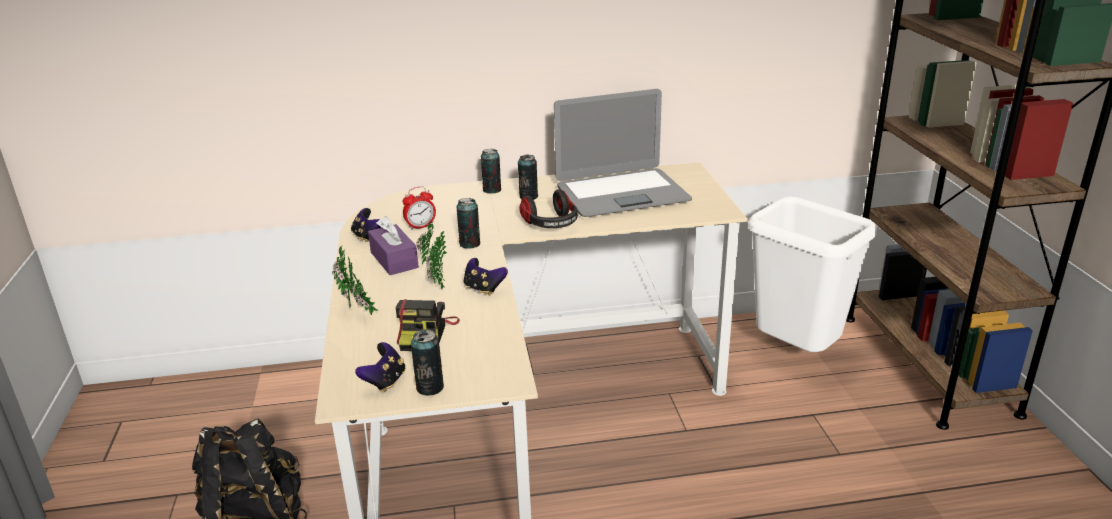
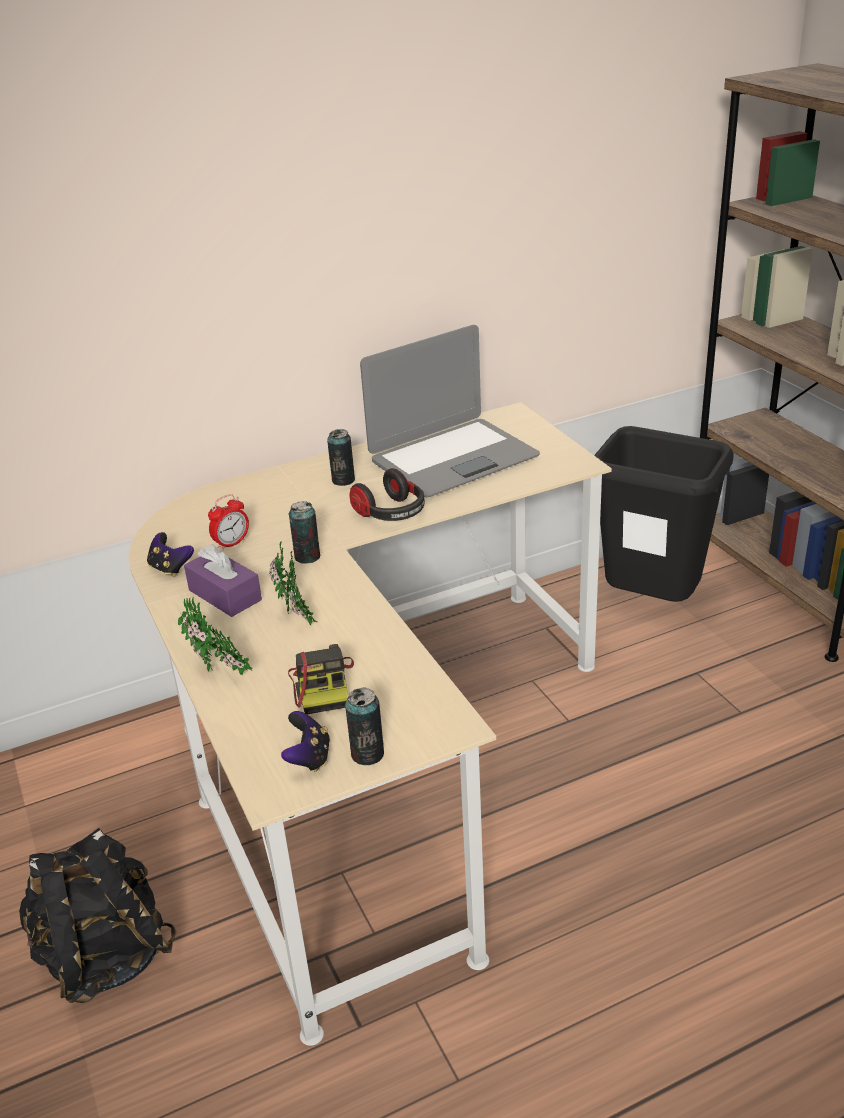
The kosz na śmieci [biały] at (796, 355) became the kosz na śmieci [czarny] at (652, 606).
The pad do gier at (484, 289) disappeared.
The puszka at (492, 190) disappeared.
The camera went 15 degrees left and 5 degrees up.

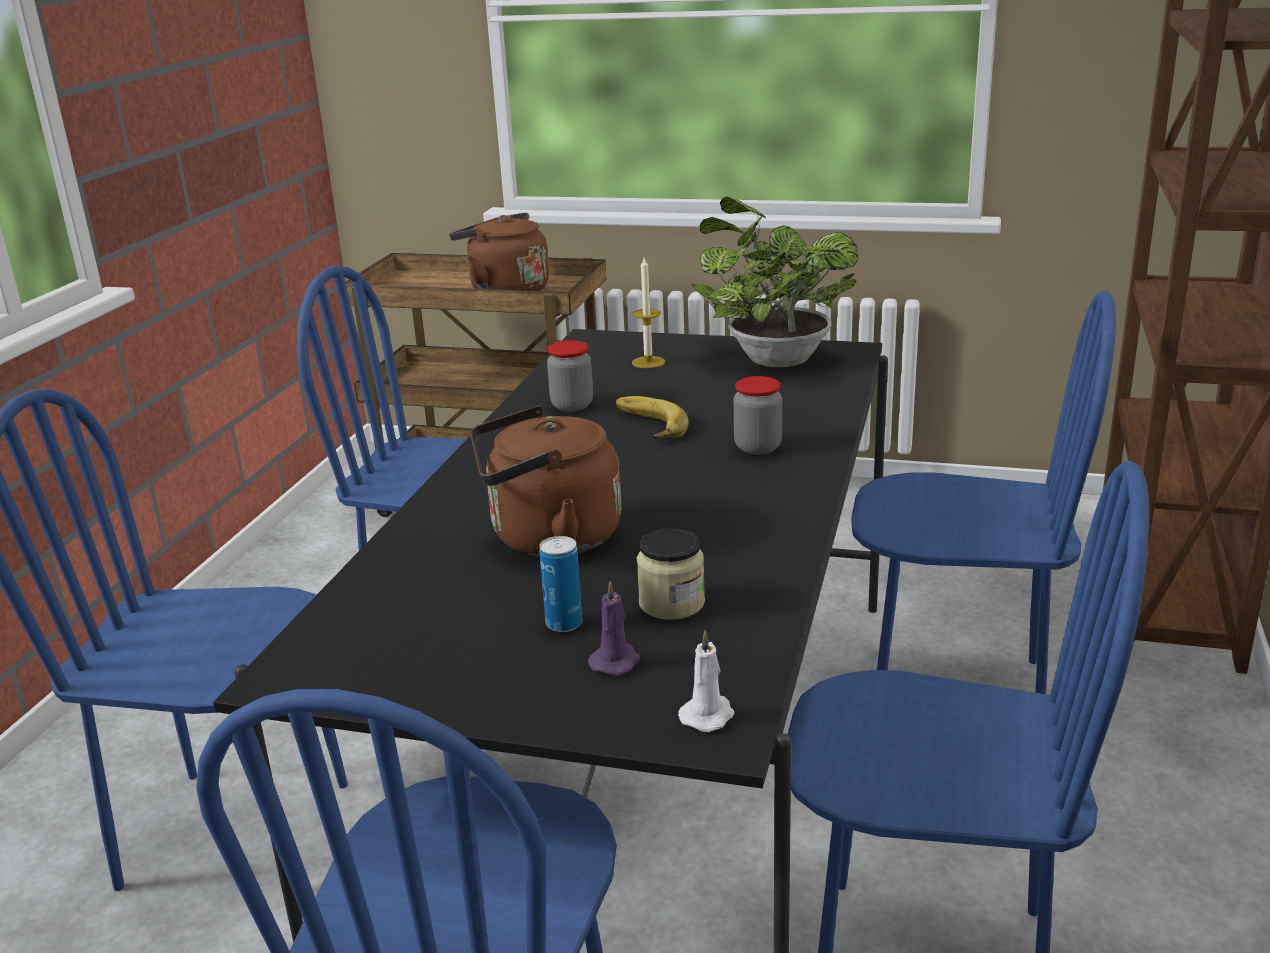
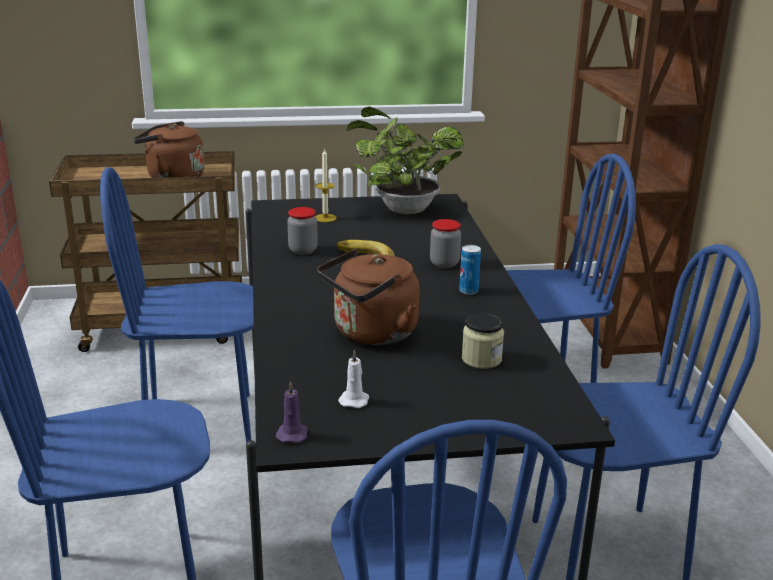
The świeca [fioletowy] moved from (616, 661) to (292, 434).
The świeca [biały] moved from (708, 715) to (354, 400).
The puszka moved from (564, 624) to (468, 291).
The camera went 25 degrees left and 0 degrees up.

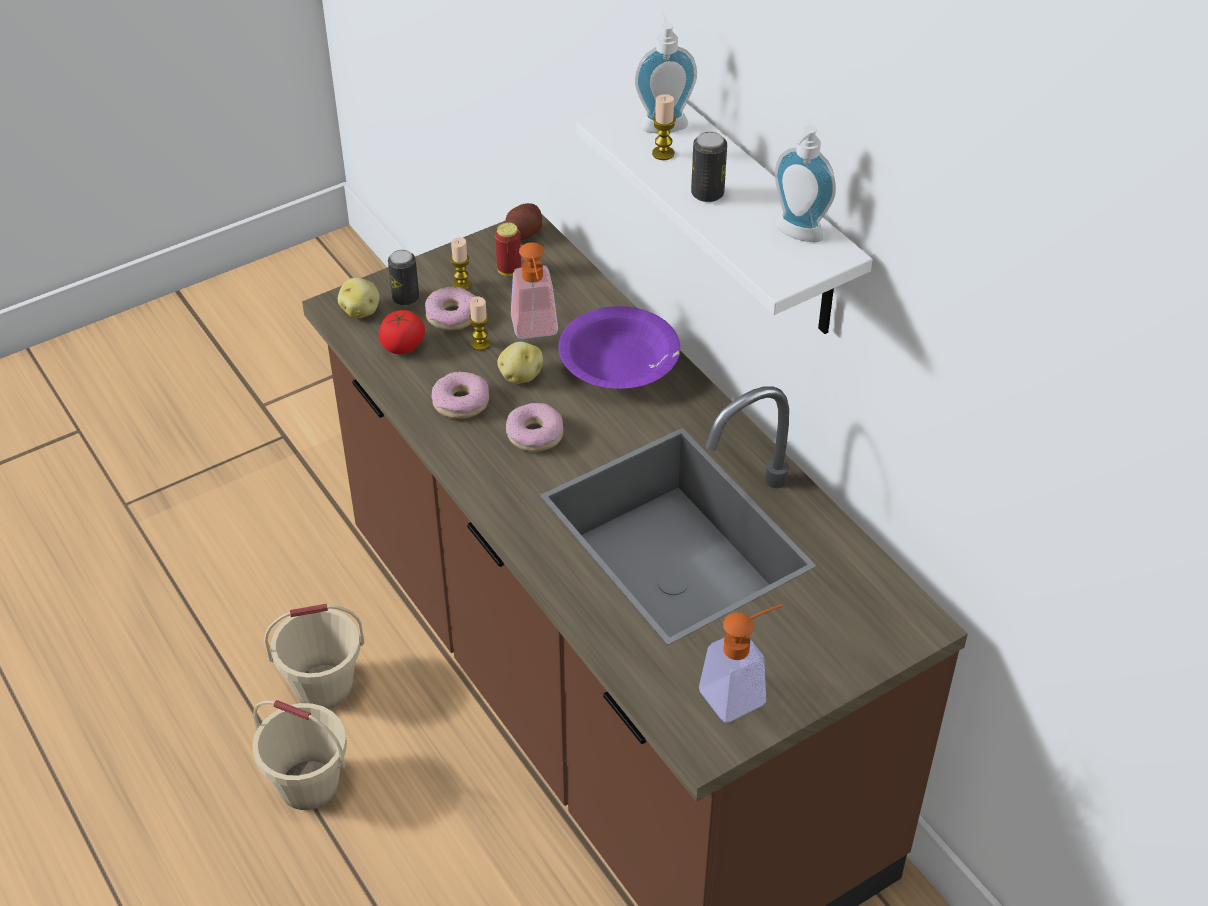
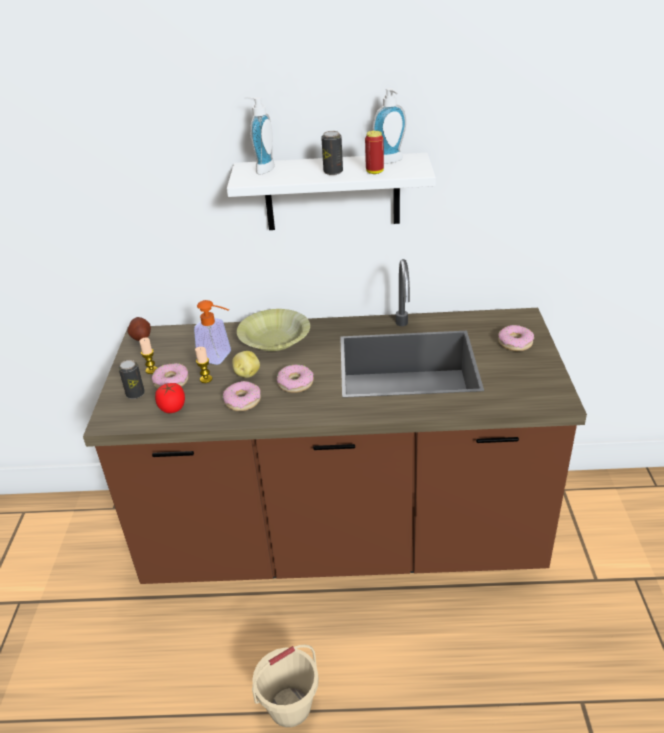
The miska [fioletowy] at (619, 364) became the miska [żółty] at (275, 339).
The puszka moved from (509, 270) to (374, 172).
The donut at (515, 343) appeared.
The wiadro [beżowy] at (324, 686) disappeared.
The ziemniak at (361, 311) disappeared.
The świeca at (663, 153) disappeared.
The dozownik mydła at (742, 693) disappeared.
The camera went 55 degrees left and 10 degrees down.

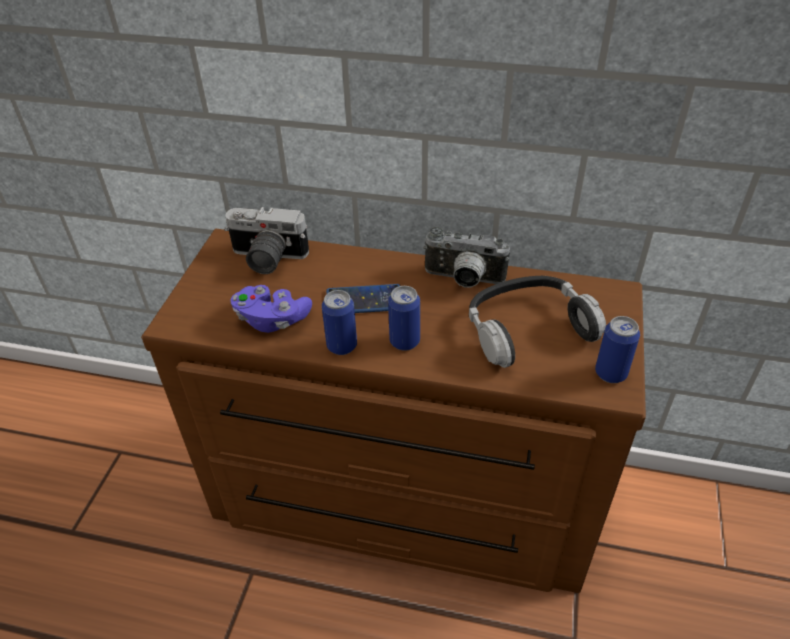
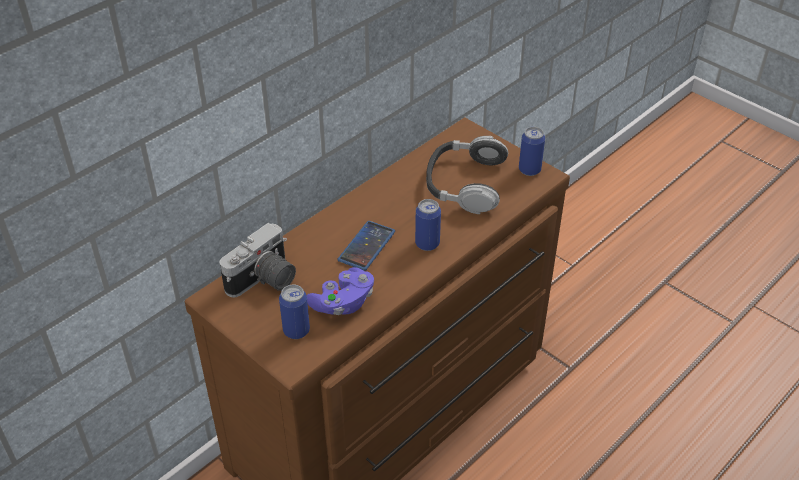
The puszka moved from (342, 346) to (296, 330).
The aparat fotograficzny at (463, 280) disappeared.
The camera went 60 degrees left and 0 degrees up.

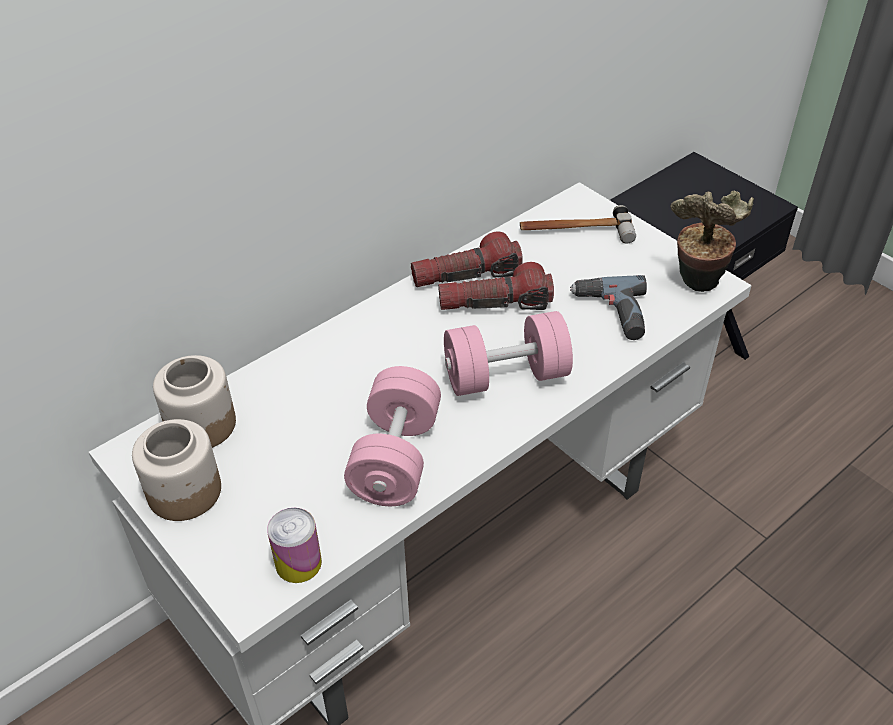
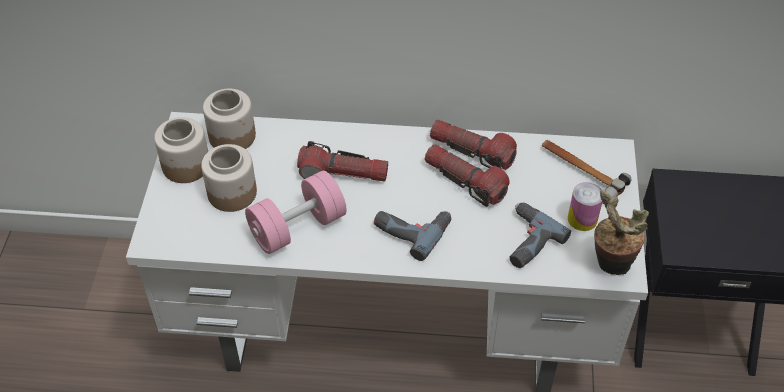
The słoik at (233, 193) appeared.
The latarka at (343, 174) appeared.
The hantel [różowy] at (506, 376) was replaced by the wiertarka at (412, 229).
The puszka moved from (298, 563) to (582, 219).
The camera went 45 degrees right and 5 degrees up.

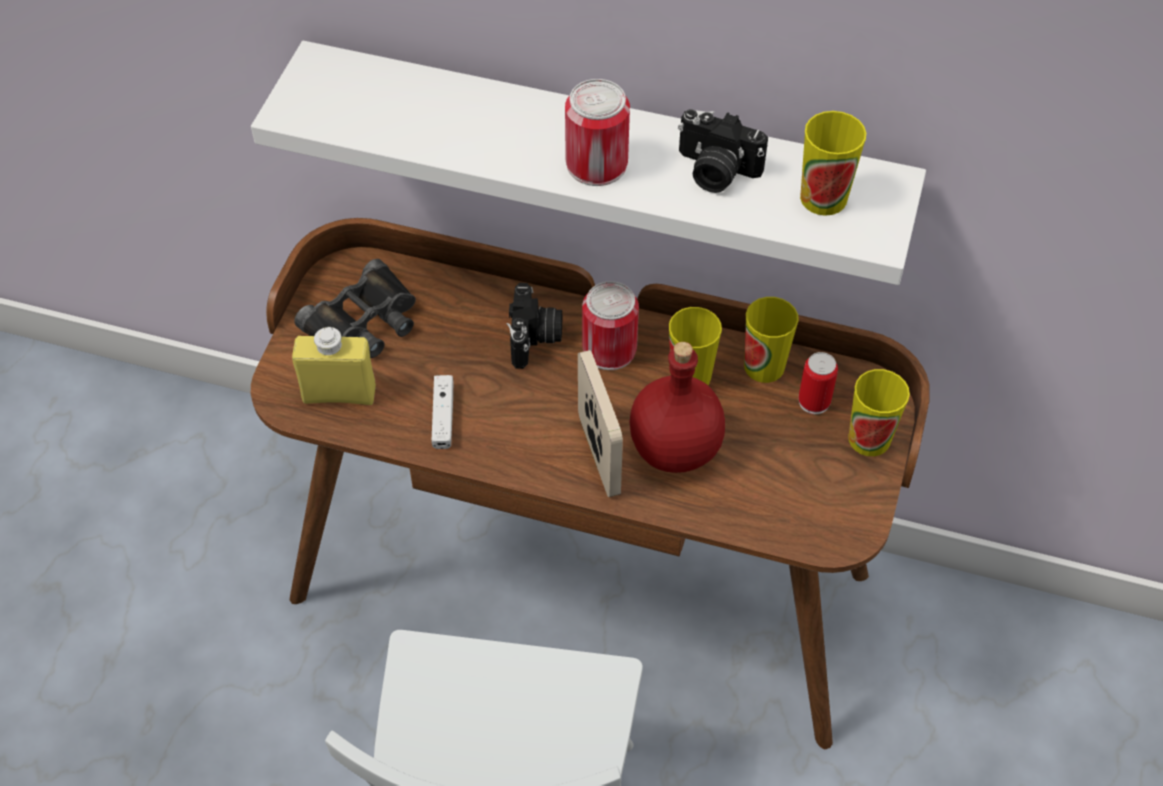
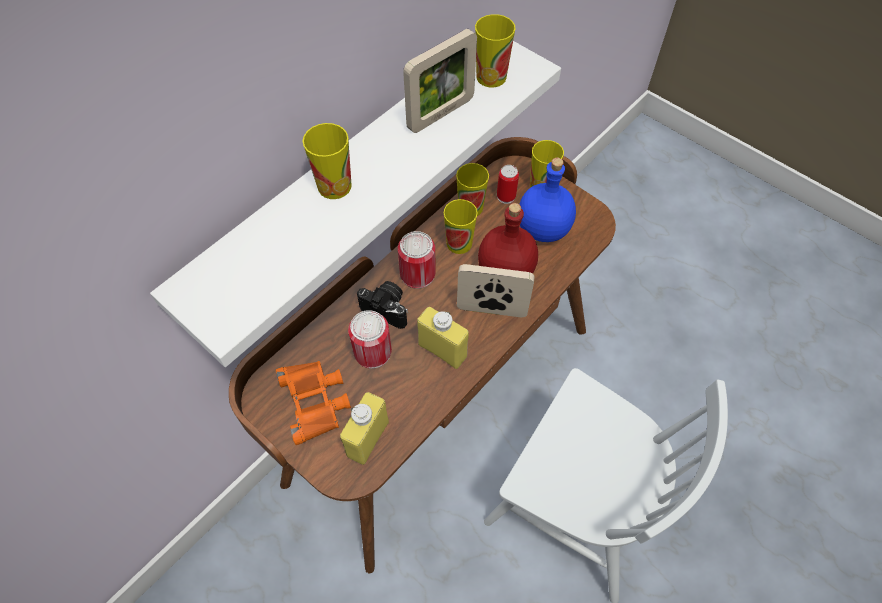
The lornetka [czarny] at (364, 321) became the lornetka [pomarańczowy] at (315, 401).
The filiżanka at (334, 186) appeared.
The puszka moved from (596, 164) to (372, 352).
The aparat fotograficzny at (715, 171) was replaced by the ramka na zdjęcie at (440, 114).
The butelka [żółty] at (442, 350) appeared.
The butelka [niebieski] at (544, 229) appeared.
The pad do gier [biały] at (443, 417) disappeared.
The camera went 65 degrees left and 5 degrees up.

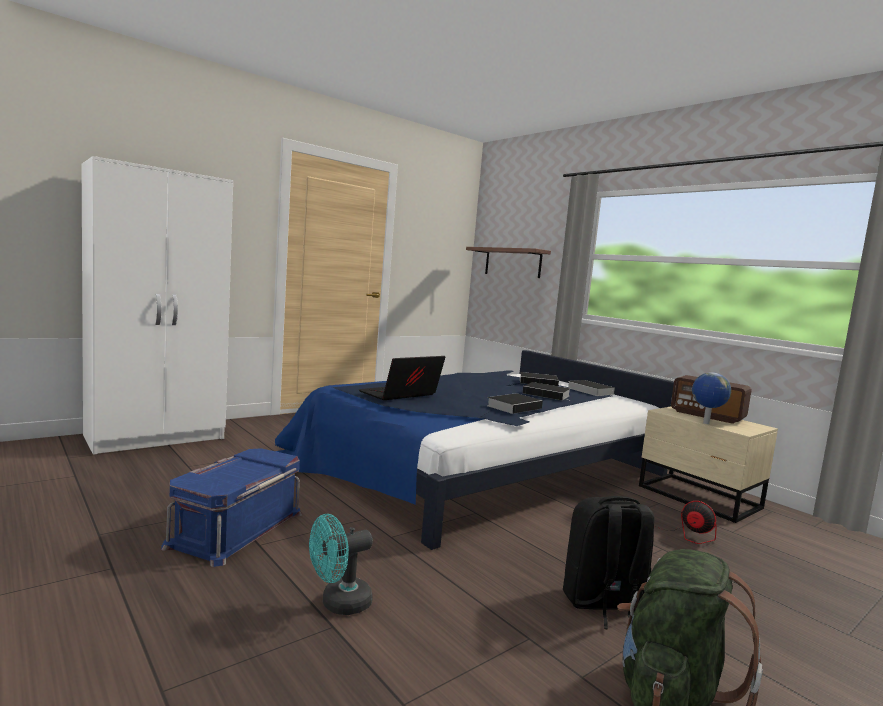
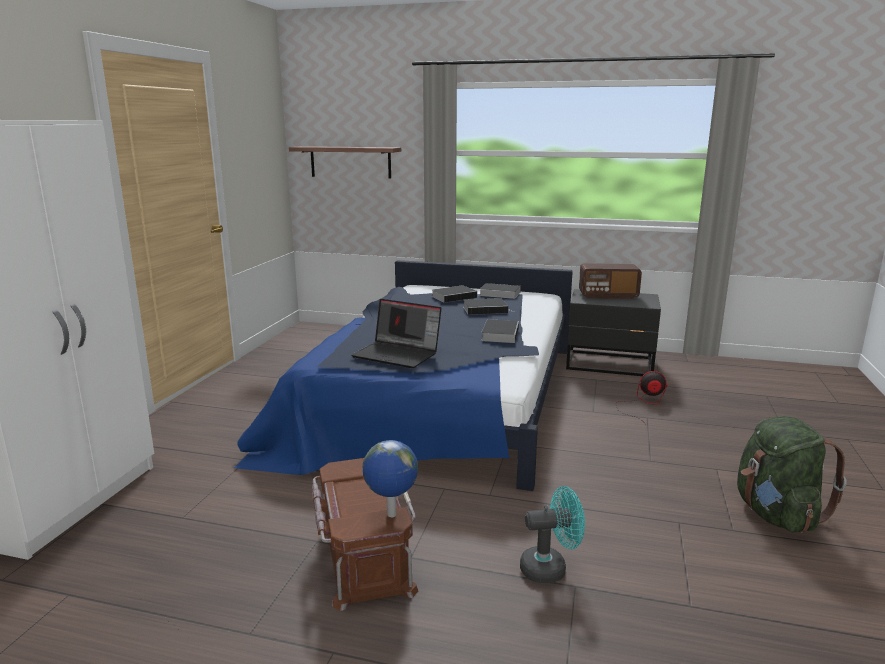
The pojemnik do przechowywania [niebieski] at (236, 528) became the pojemnik do przechowywania [brązowy] at (363, 554).
The laptop at (399, 395) turned 75 degrees counterclockwise.
The globus moved from (705, 423) to (391, 515).
The wentylator [turkusowy] at (339, 604) turned 120 degrees counterclockwise.
The szafka nocna [beżowy] at (699, 498) became the szafka nocna [czarny] at (610, 364).
The plecak [czarny] at (603, 603) disappeared.
The camera went 35 degrees left and 10 degrees up.

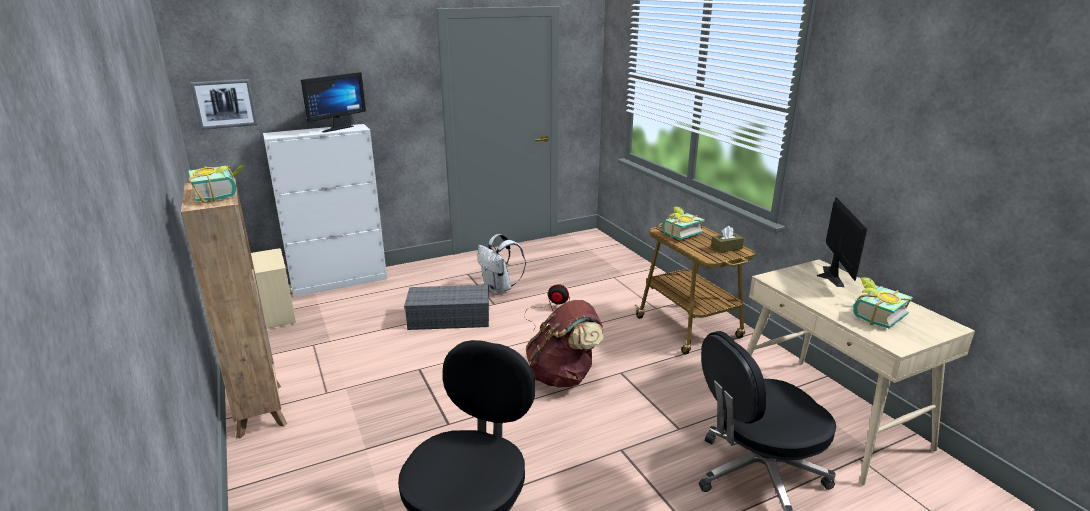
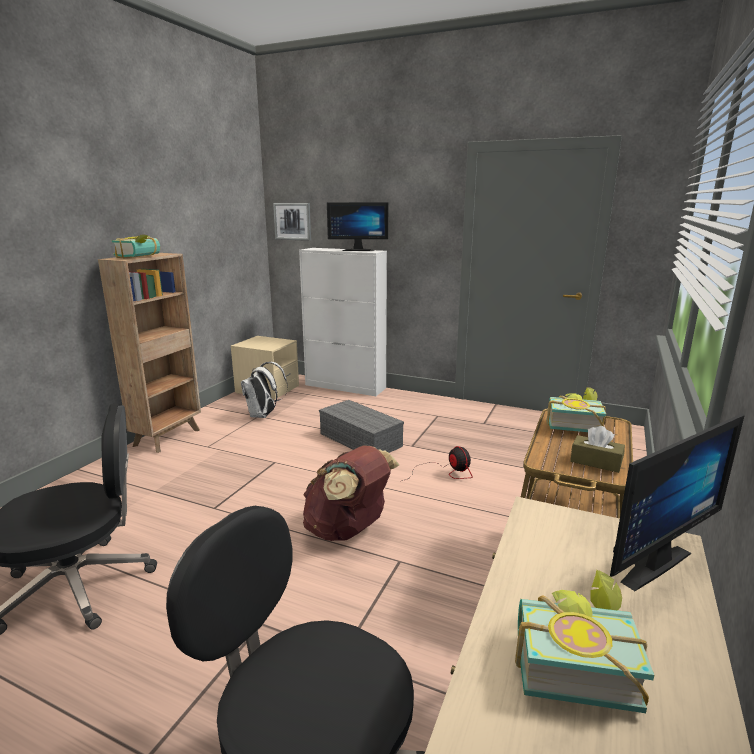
The plecak [biały] moved from (499, 289) to (263, 415).
The camera went 50 degrees right and 5 degrees down.

